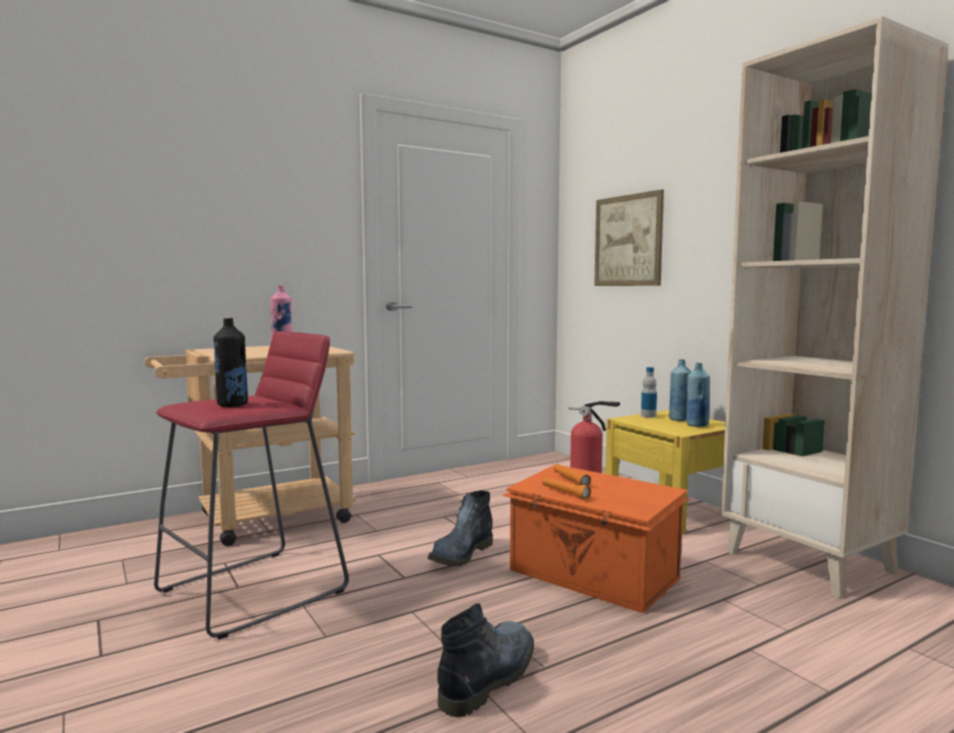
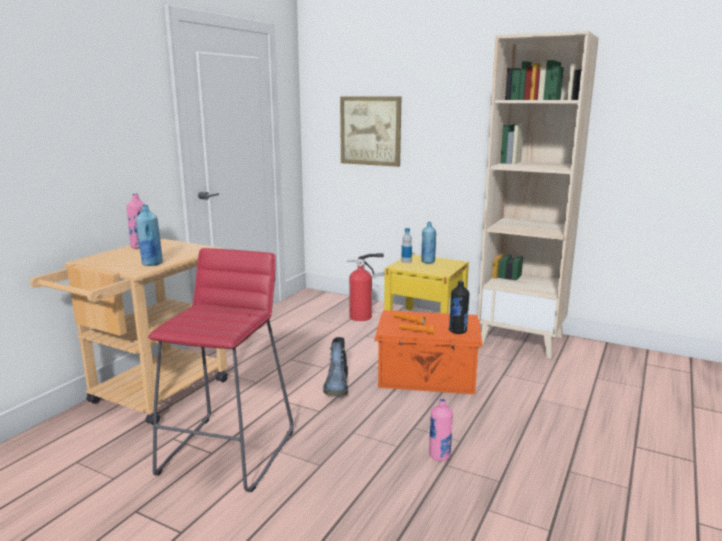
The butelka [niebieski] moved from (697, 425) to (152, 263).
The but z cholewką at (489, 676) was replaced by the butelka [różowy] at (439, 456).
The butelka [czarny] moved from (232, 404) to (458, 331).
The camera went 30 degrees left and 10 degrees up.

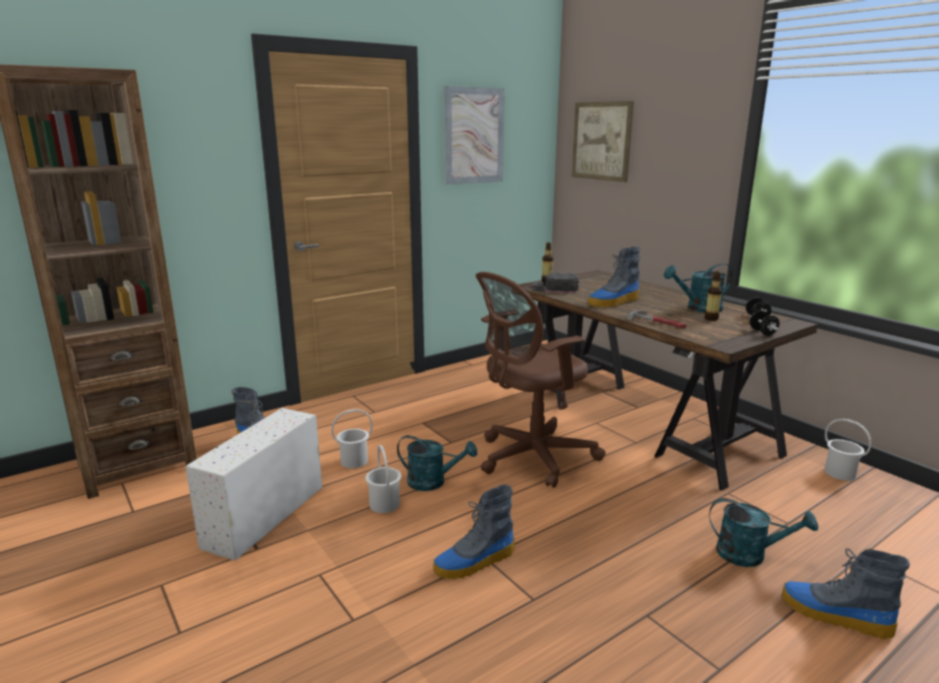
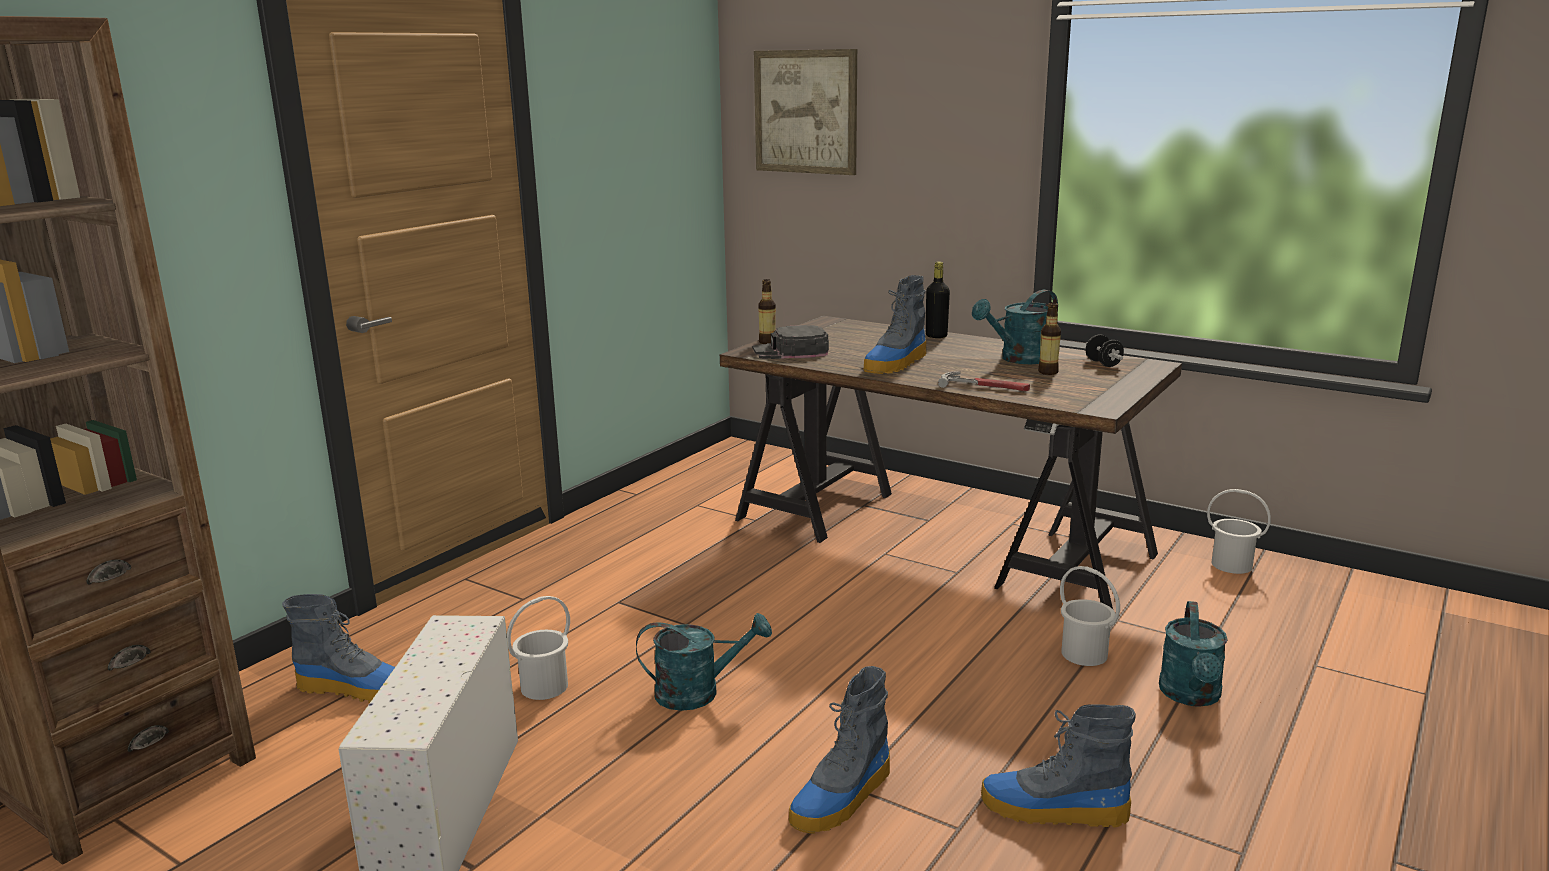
The butelka [czarny] at (936, 336) appeared.
The but z cholewką moved from (834, 616) to (1052, 810).
The wiadro [biały] moved from (385, 504) to (1084, 654).
The konewka [turkusowy] at (750, 555) turned 105 degrees clockwise.
The obraz at (473, 136) disappeared.
The krzesło biurowe [brązowy] at (531, 458) disappeared.
The hantel [czarny] at (762, 332) disappeared.
The camera went 20 degrees left and 0 degrees up.

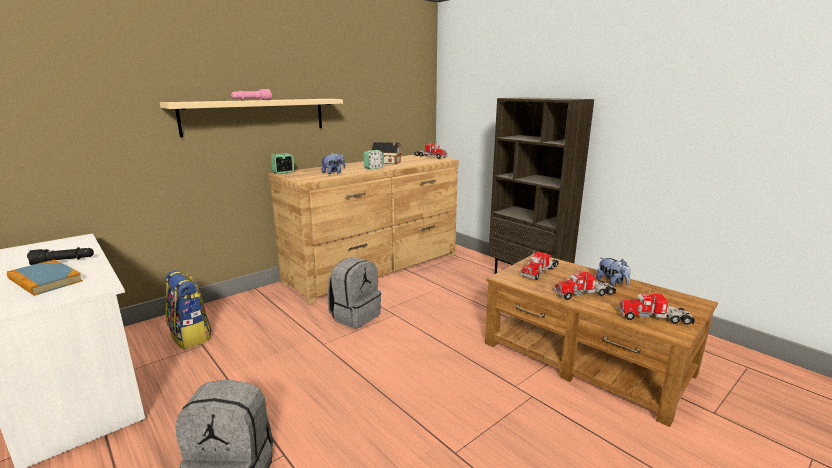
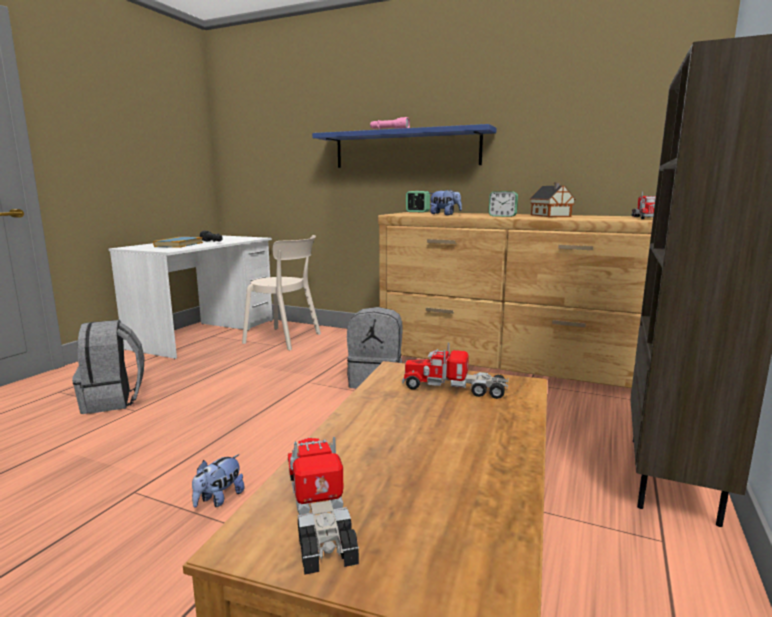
The pluszak moved from (612, 283) to (219, 499).
The plecak at (191, 336) was replaced by the krzesło [beżowy] at (285, 339).
The półka [beżowy] at (256, 116) became the półka [niebieski] at (405, 149).
The ciężarówka zabawkowa at (584, 293) disappeared.
The camera went 65 degrees right and 5 degrees down.

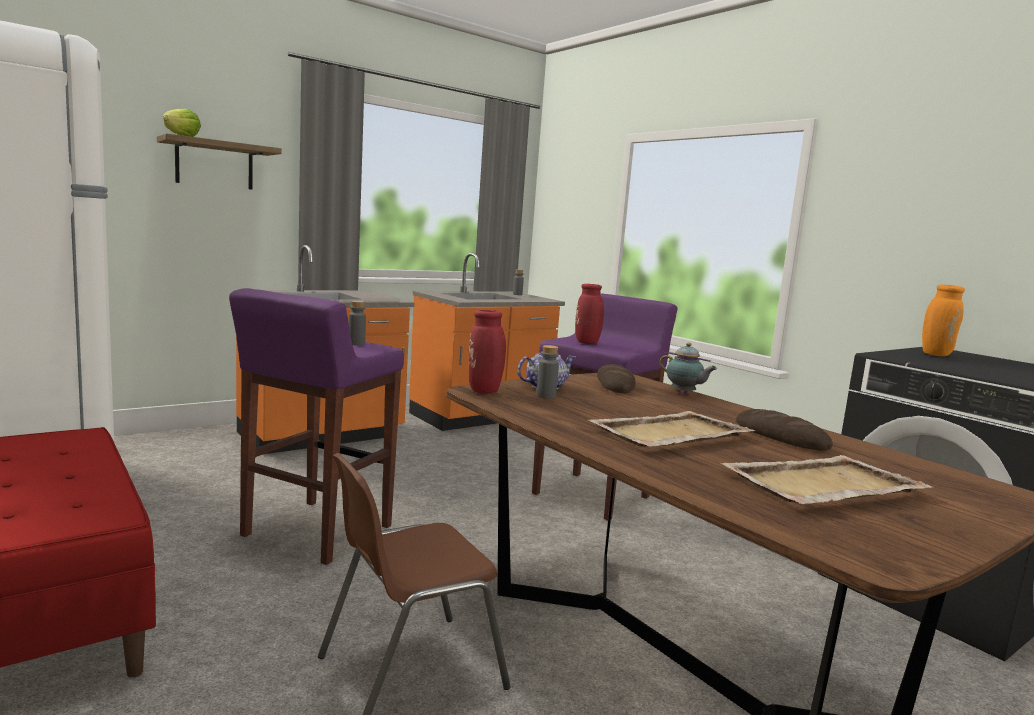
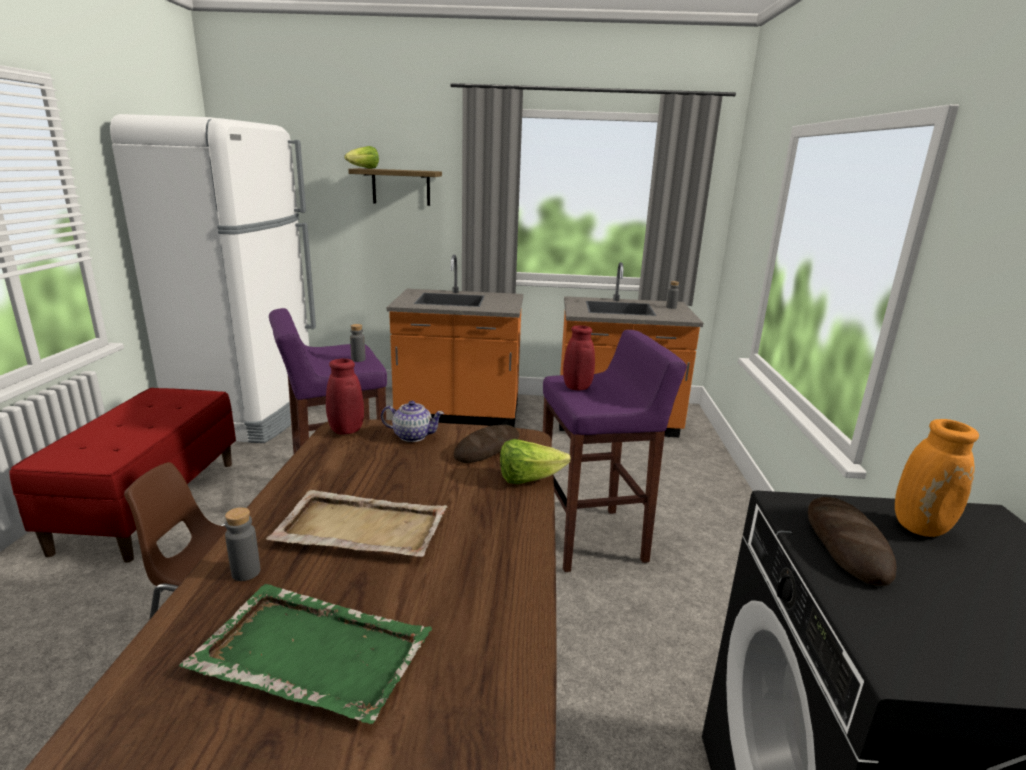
The taca [beżowy] at (821, 485) became the taca [zielony] at (311, 653).
The butelka [szary] moved from (546, 396) to (246, 572).
The imbryk at (684, 394) was replaced by the sałata at (528, 479).
The chleb moved from (781, 437) to (846, 545).
The camera went 40 degrees right and 10 degrees up.

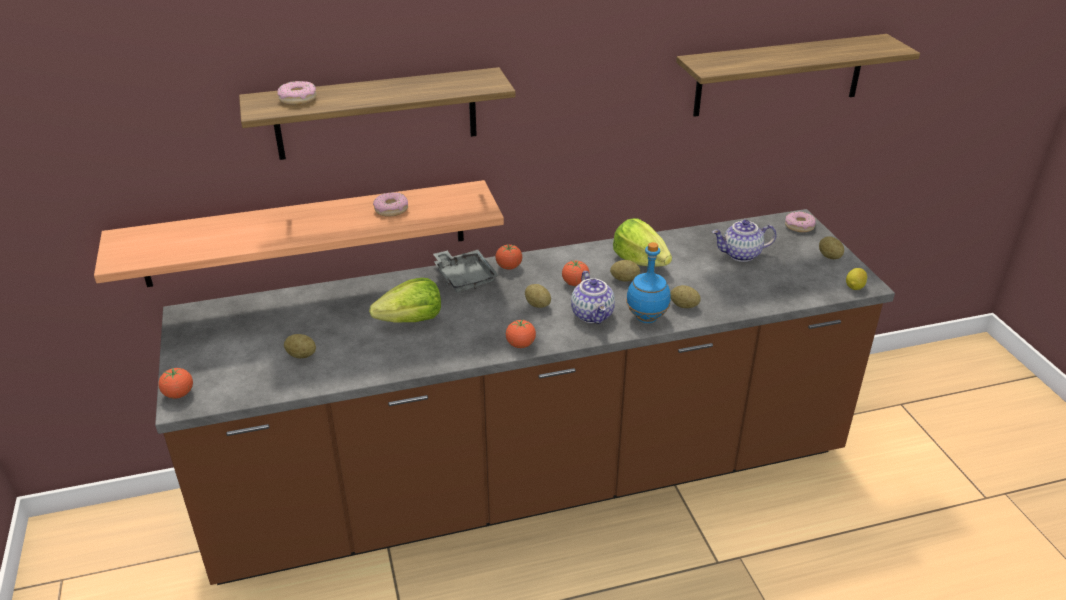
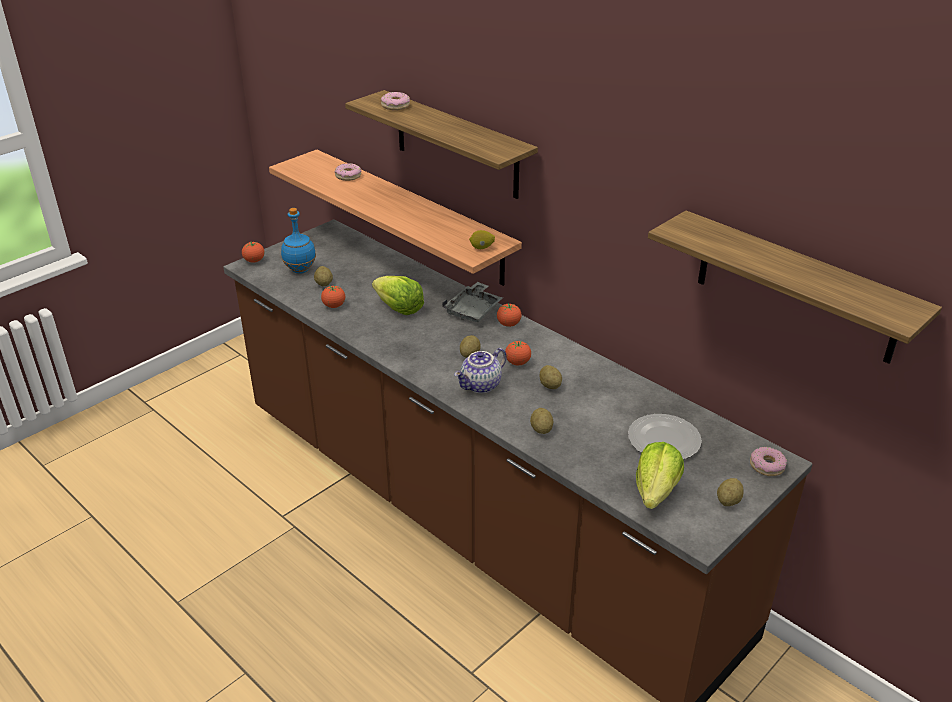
The butelka [niebieski] moved from (646, 318) to (299, 270).
The pomidor moved from (520, 344) to (334, 306).
The donut moved from (391, 209) to (348, 176).
The cytryna moved from (855, 287) to (481, 248).
The imbryk at (741, 255) was replaced by the talerz at (664, 441).
The sałata moved from (640, 261) to (655, 491).
The camera went 60 degrees right and 0 degrees up.

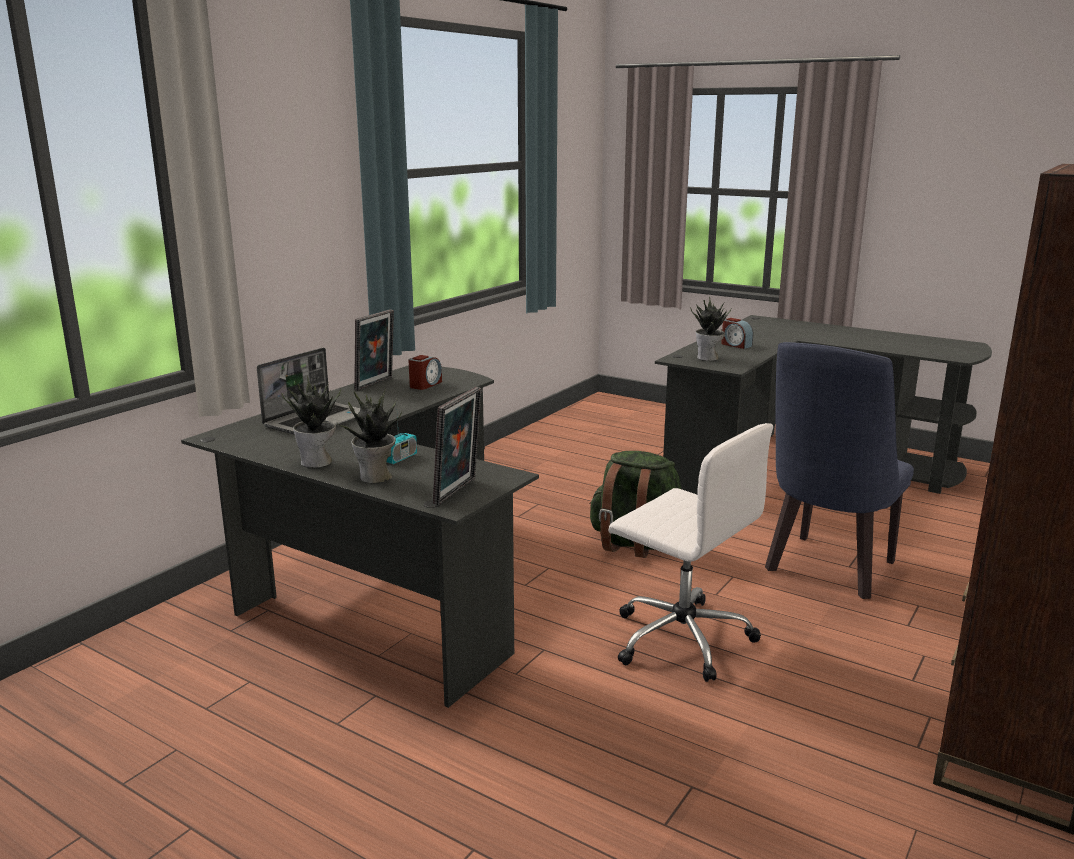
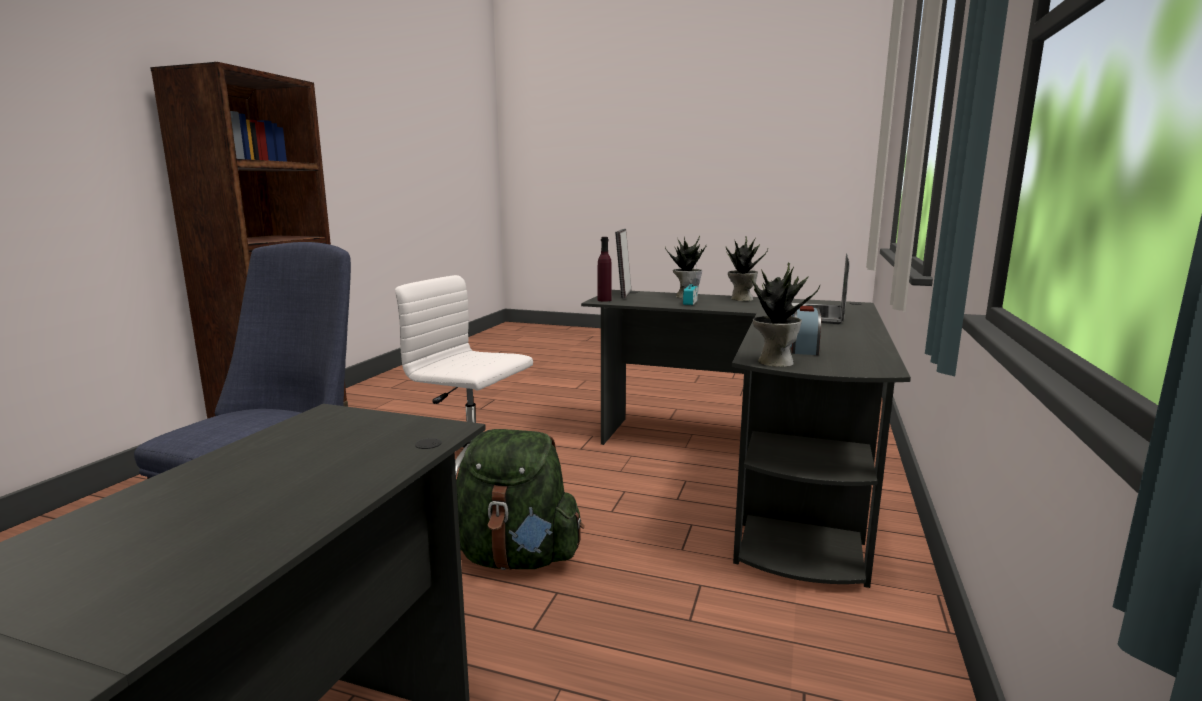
The butelka [fioletowy] at (604, 300) appeared.
The roślina doniczkowa moved from (708, 358) to (773, 362).
The ramka na zdjęcie at (376, 384) disappeared.
The budzik at (736, 345) disappeared.
The camera went 165 degrees right and 5 degrees down.

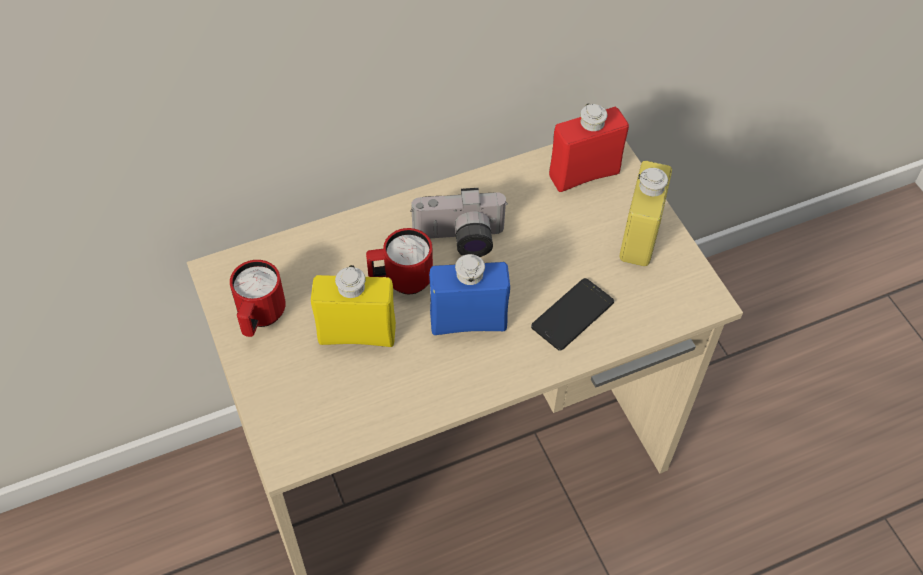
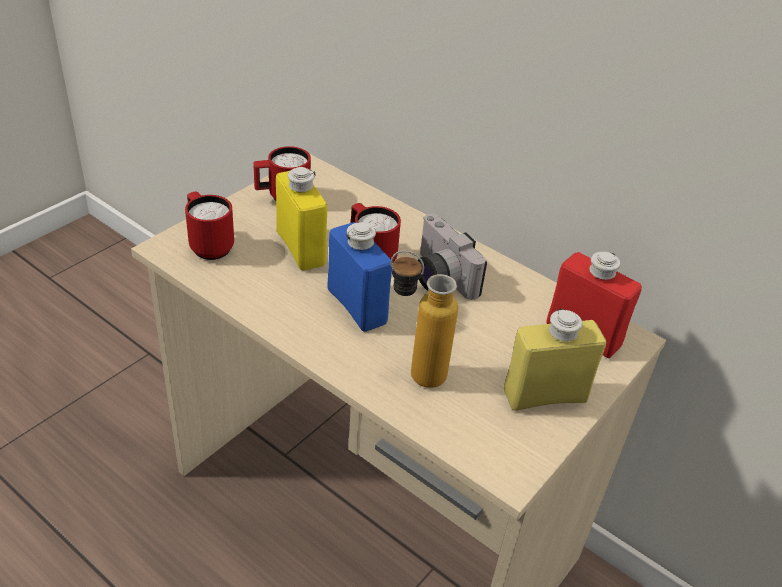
The kubek [czerwony] at (208, 245) appeared.
The telefon at (572, 314) was replaced by the butelka at (413, 372).
The camera went 60 degrees right and 15 degrees down.

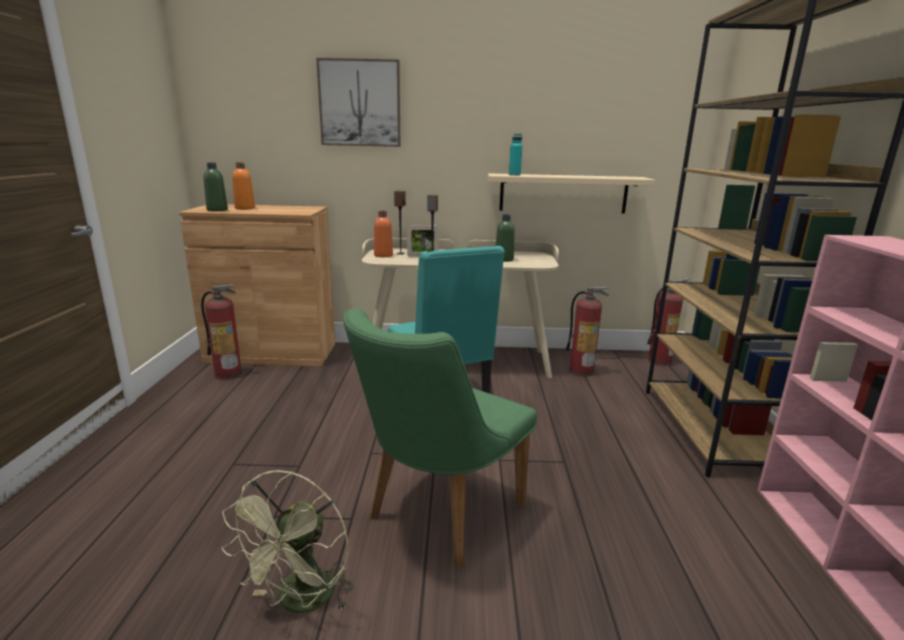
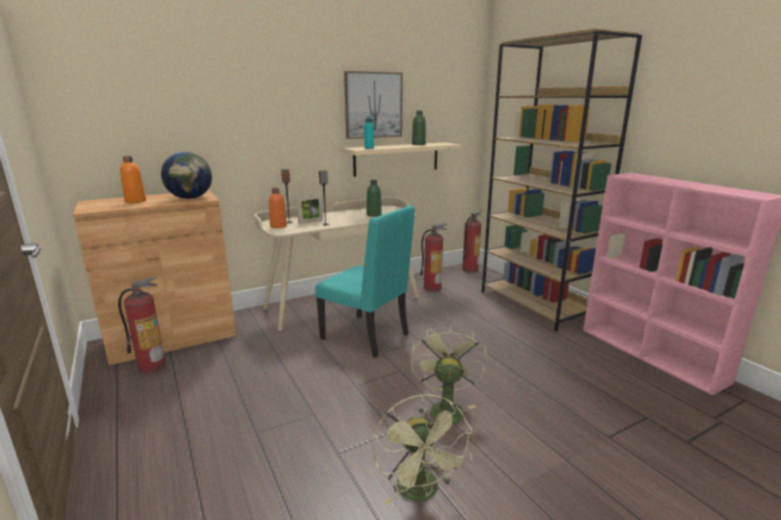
The globus at (190, 198) appeared.
The obraz moved from (360, 103) to (373, 105).
The krzesło [zielony] at (436, 517) was replaced by the wentylator [zielony] at (444, 408).
The butelka [zielony] moved from (217, 210) to (418, 144).
The camera went 30 degrees left and 0 degrees up.

